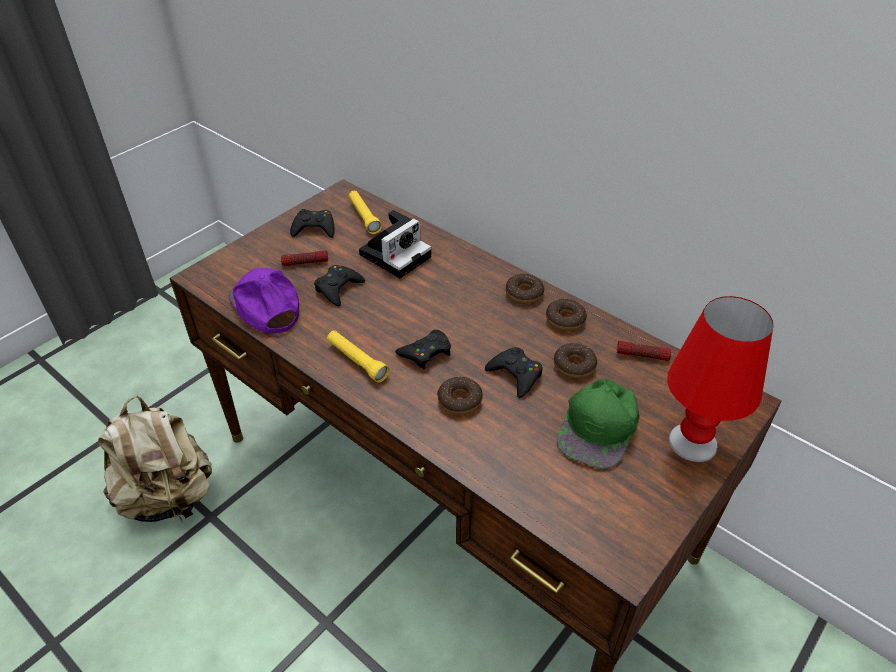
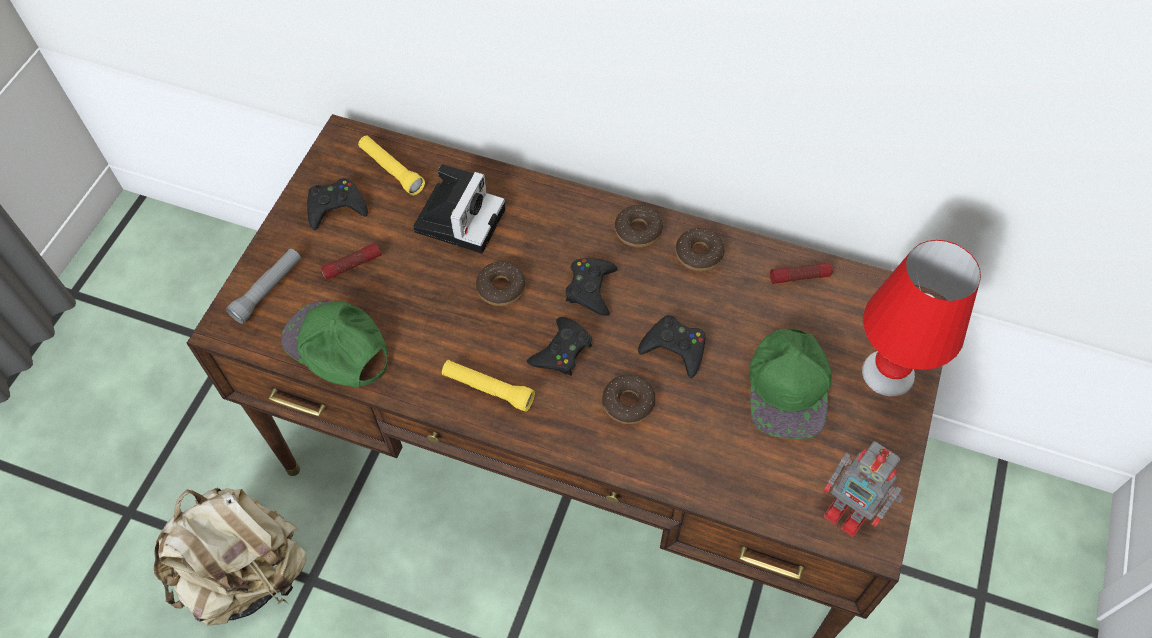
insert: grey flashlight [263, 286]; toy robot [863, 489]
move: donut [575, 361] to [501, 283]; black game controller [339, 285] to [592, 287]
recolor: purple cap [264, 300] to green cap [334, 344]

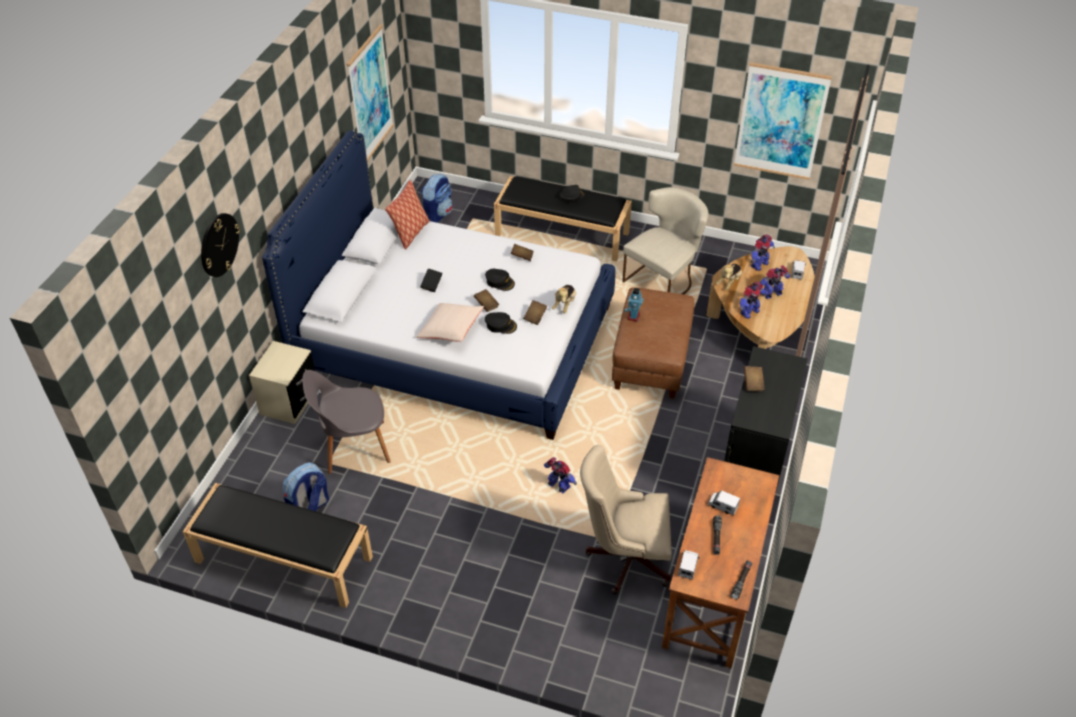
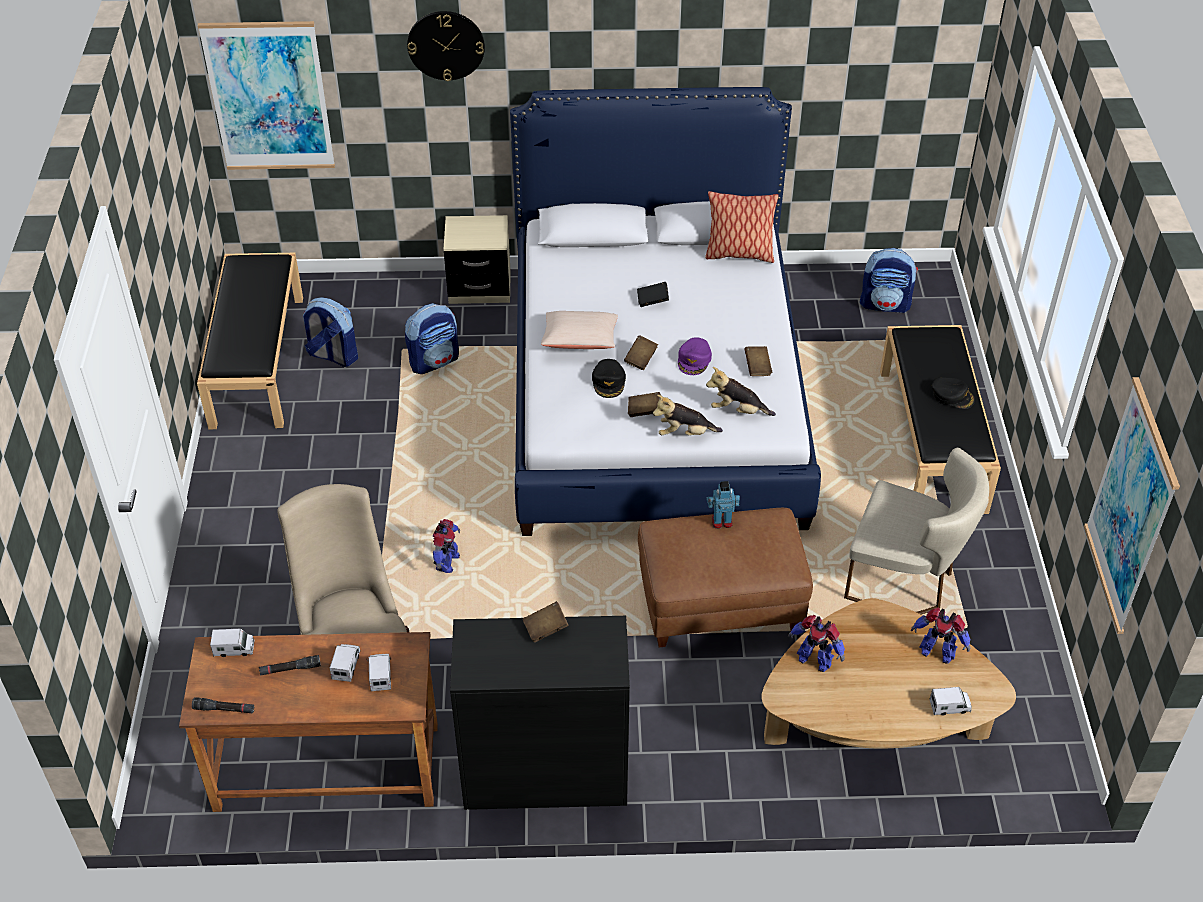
delete: toy robot [775, 282]
insert: toy truck [379, 672]
move: picture [370, 93] to [266, 95]; plush toy [729, 277] to [741, 391]
replace: grey chair [346, 422] to backpack [432, 338]
recolor: black cap [500, 280] to purple cap [695, 356]

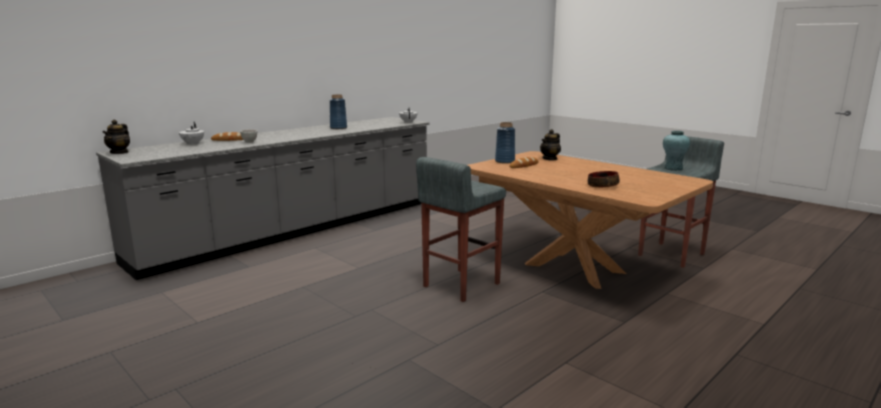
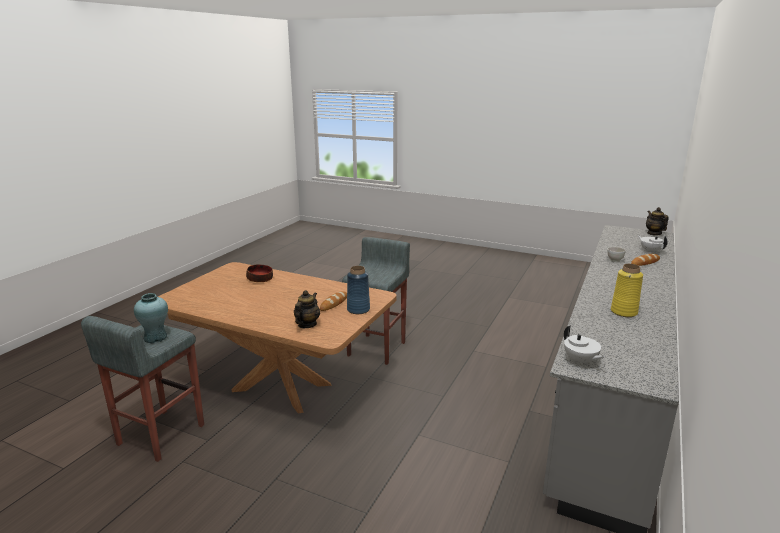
recolor: blue vase [338, 112] to yellow vase [627, 290]

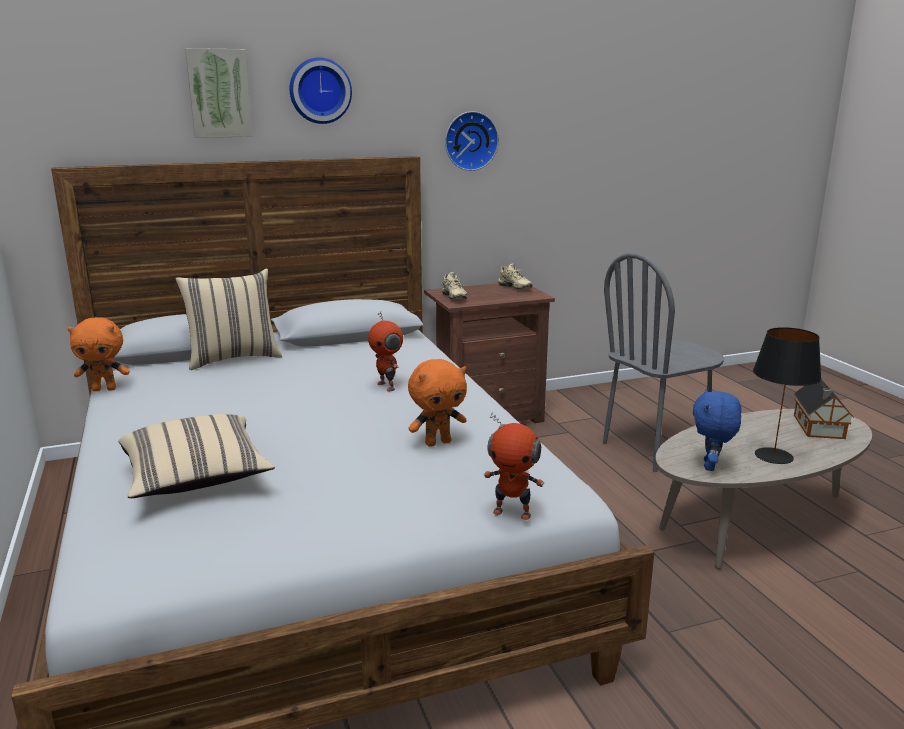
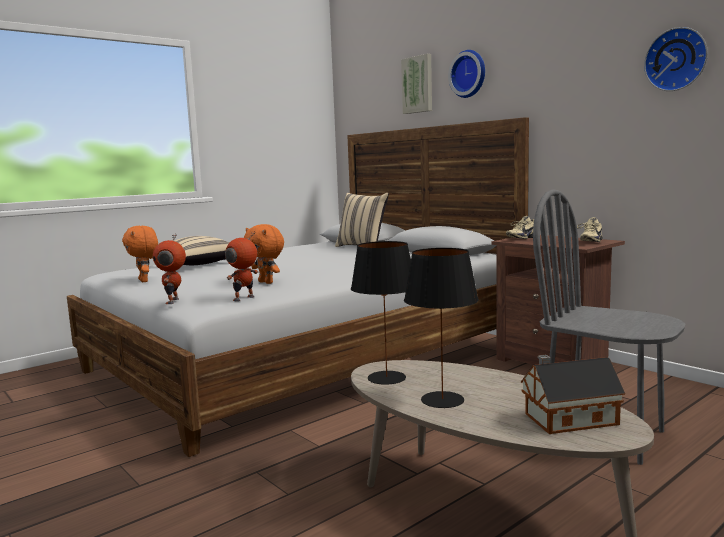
move: orange plush toy [99, 354] to [140, 254]; toy robot [385, 351] to [242, 266]; wall clock [472, 141] to [676, 59]
replace: blue plush toy [717, 430] to black table lamp [381, 313]

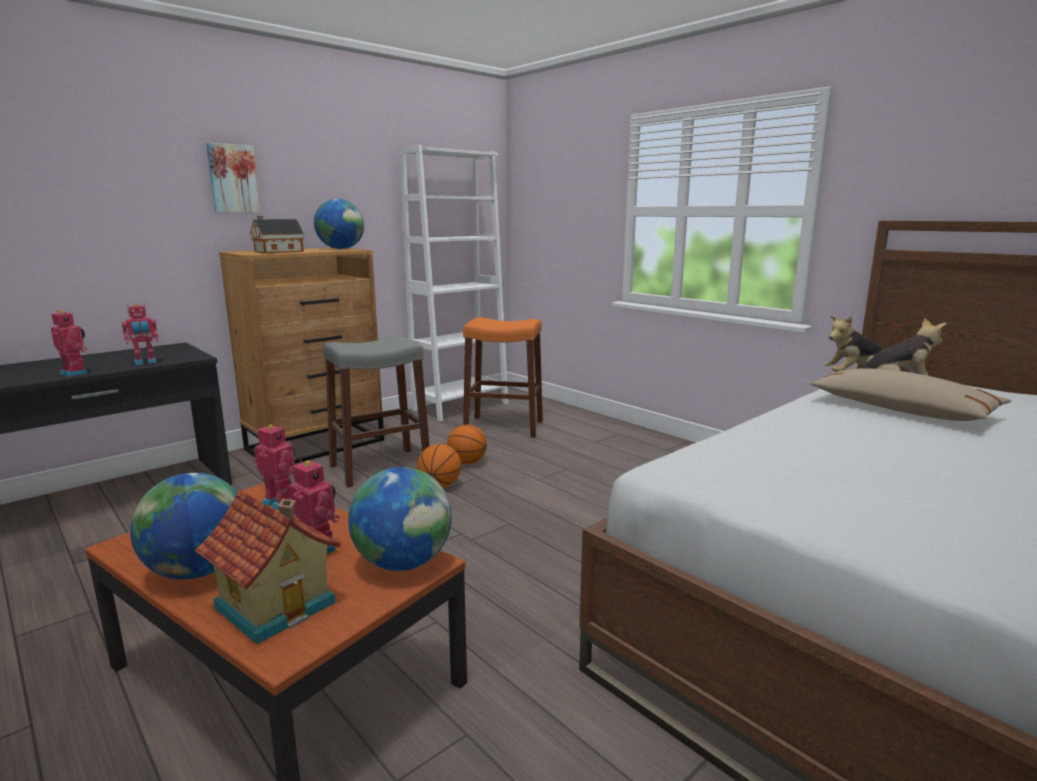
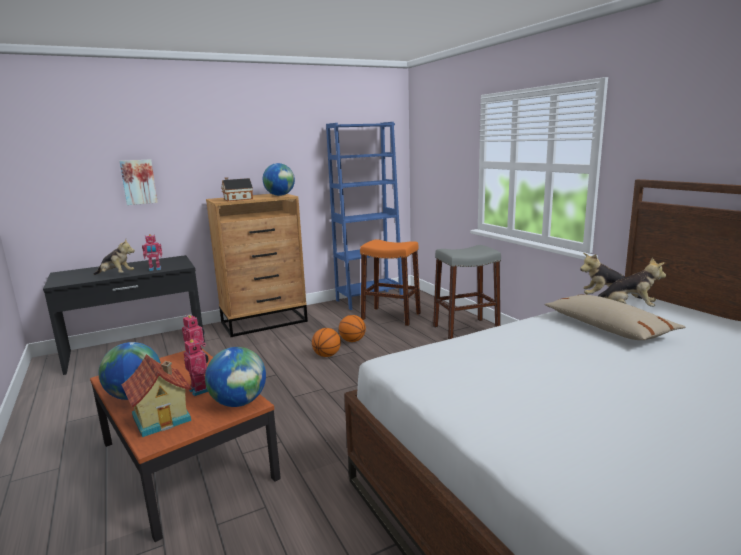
move: picture [233, 177] to [139, 182]; grey stool [376, 411] to [467, 292]
replace: toy robot [69, 343] to plush toy [114, 257]
recolor: white bookcase [453, 283] to blue bookcase [364, 216]

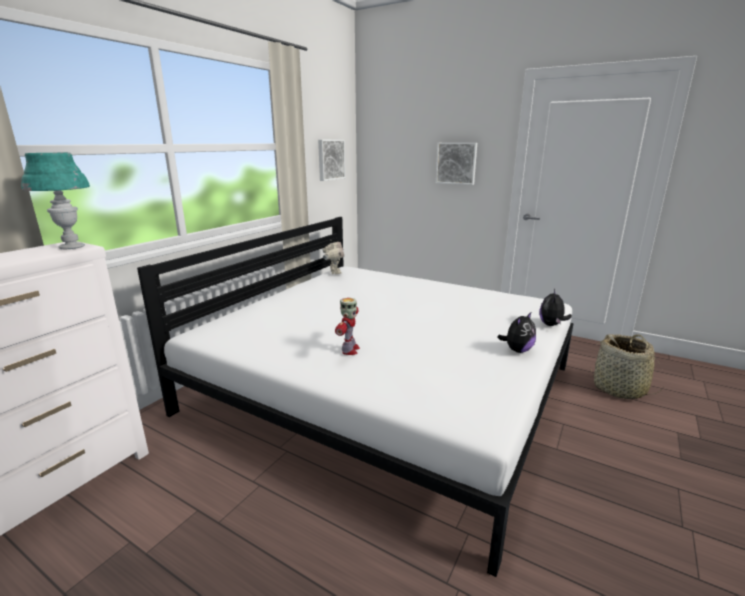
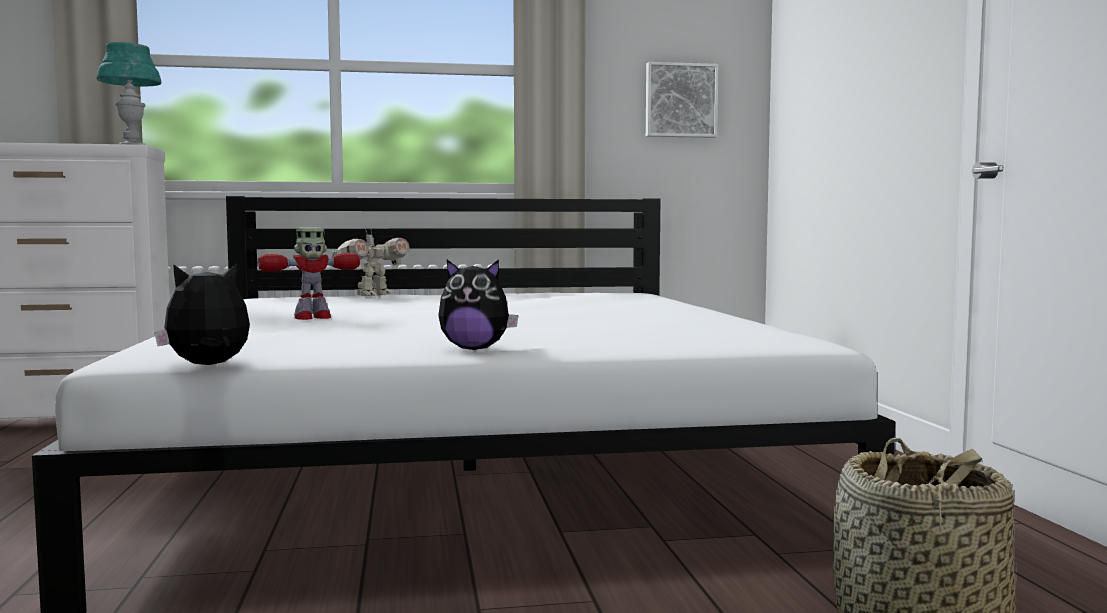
delete: picture [456, 164]
move: plush toy [555, 307] to [202, 314]; toy robot [333, 258] to [370, 262]

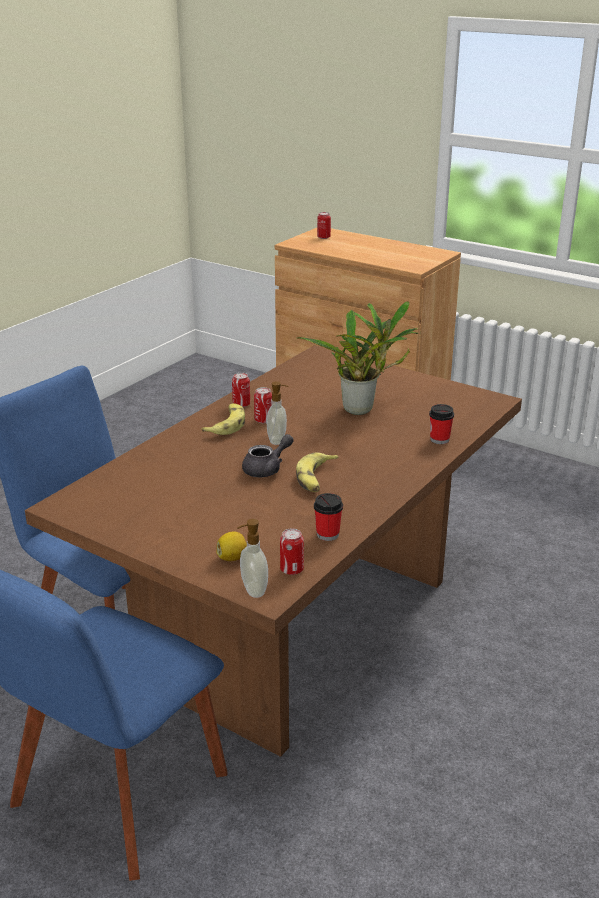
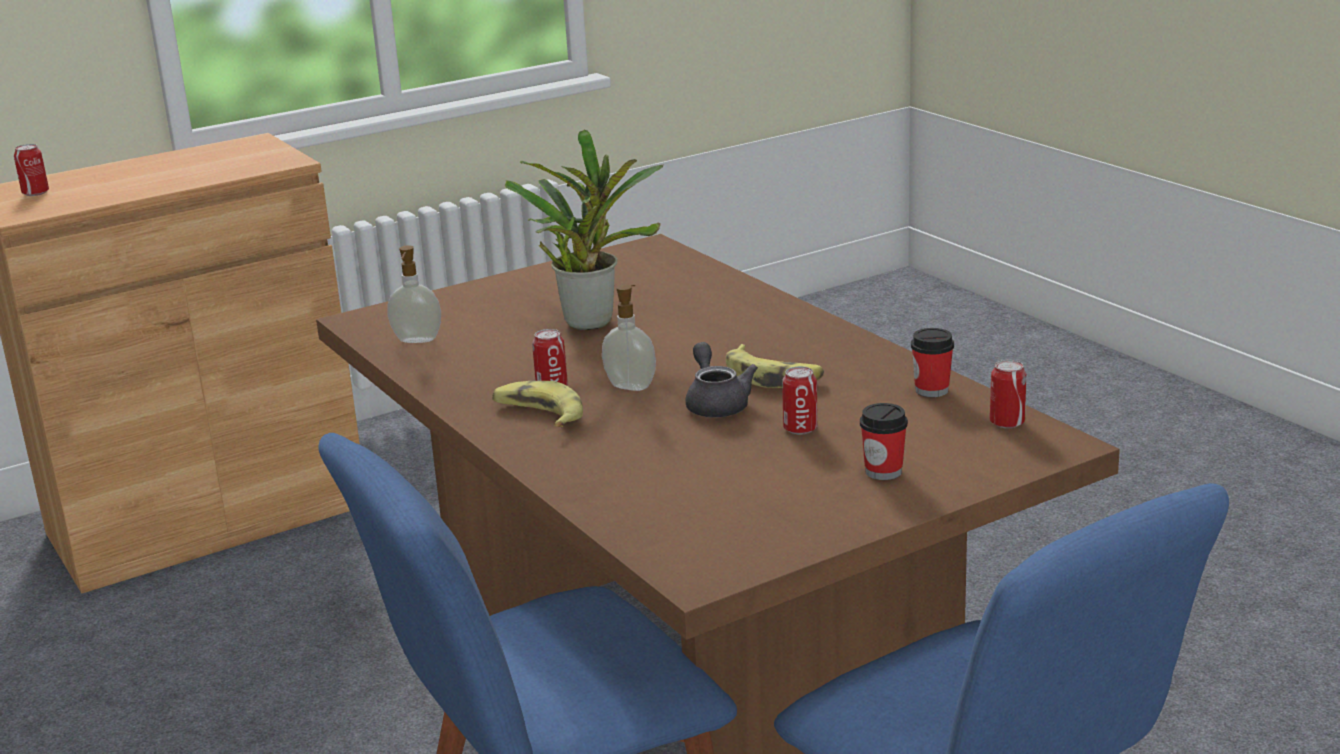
delete: lemon [231, 546]
move: soap dispenser [252, 558] to [414, 294]; can [241, 390] to [800, 400]; cup [441, 424] to [884, 441]

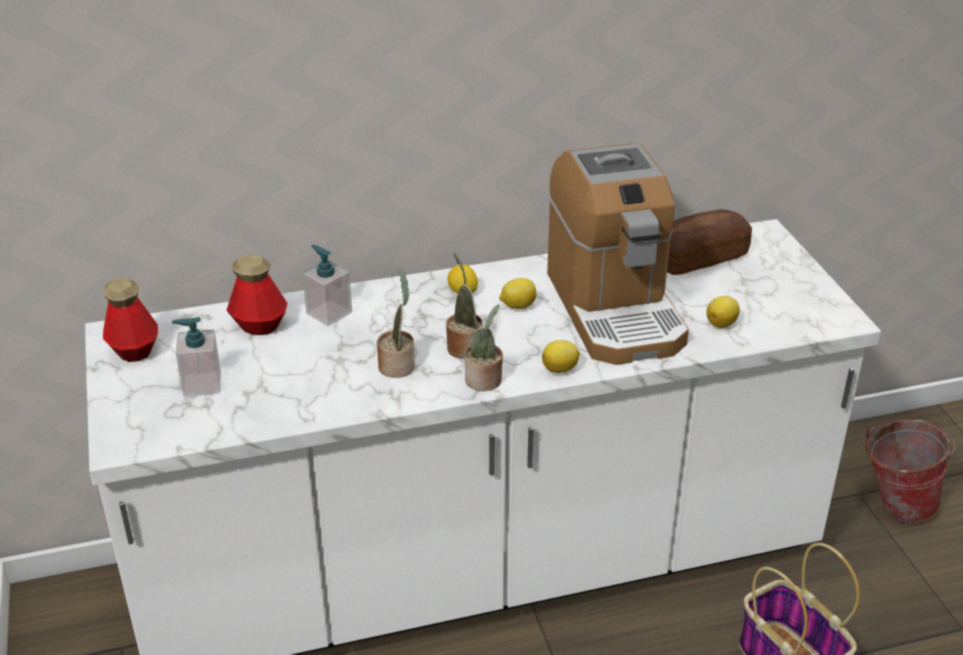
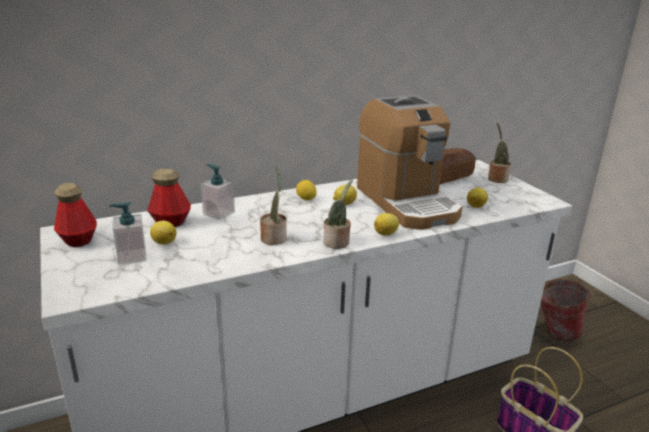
insert: lemon [163, 233]
move: potted plant [464, 306] to [499, 152]

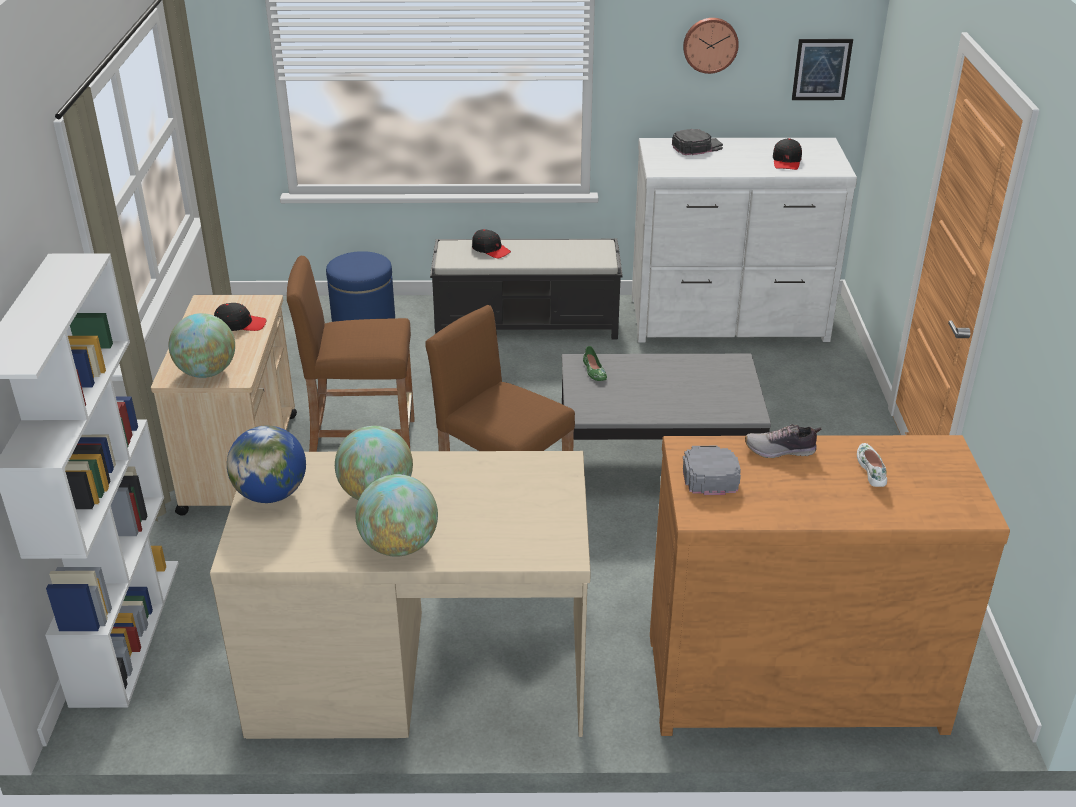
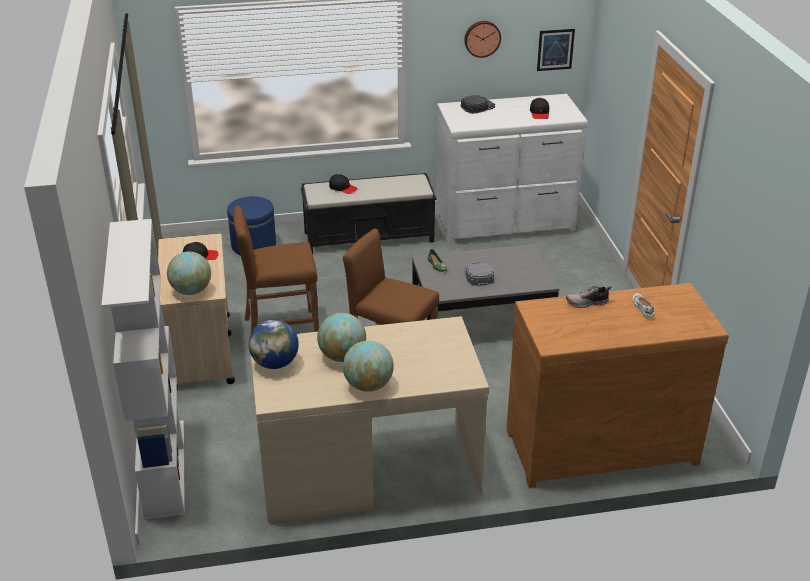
move: grey cap [712, 470] to [479, 274]

